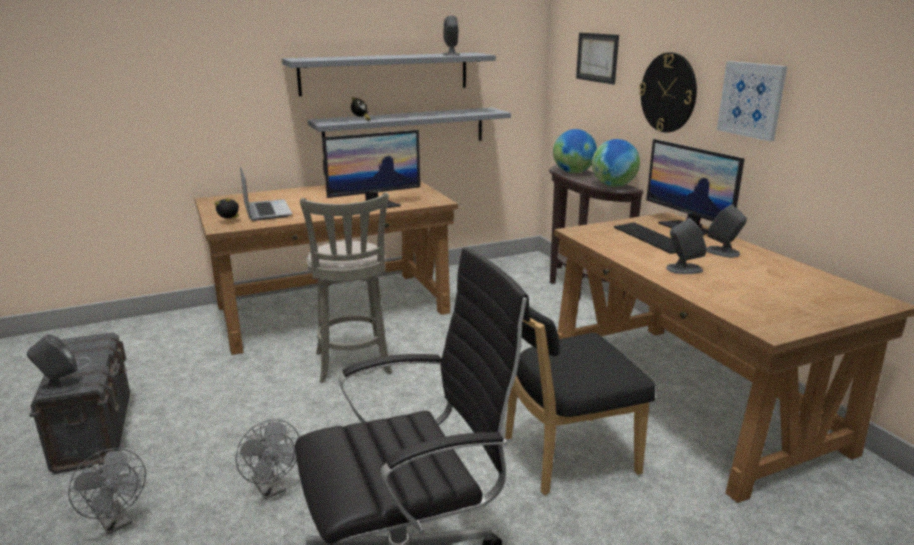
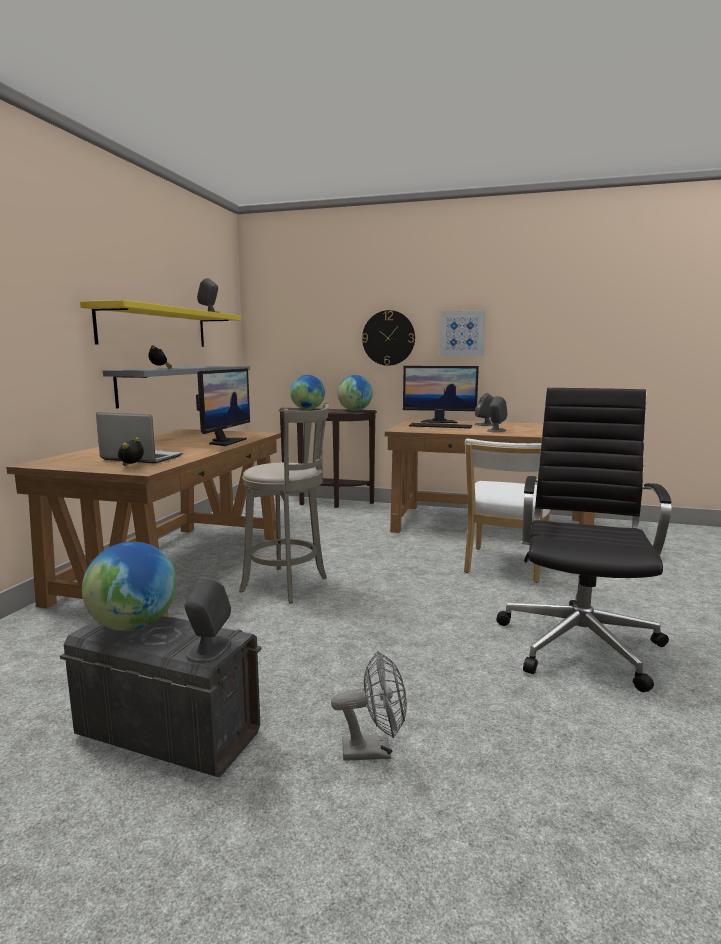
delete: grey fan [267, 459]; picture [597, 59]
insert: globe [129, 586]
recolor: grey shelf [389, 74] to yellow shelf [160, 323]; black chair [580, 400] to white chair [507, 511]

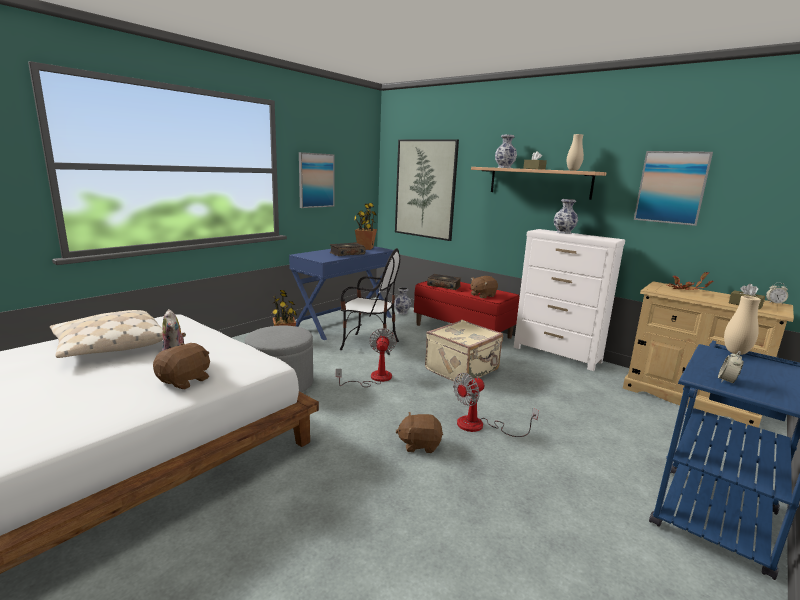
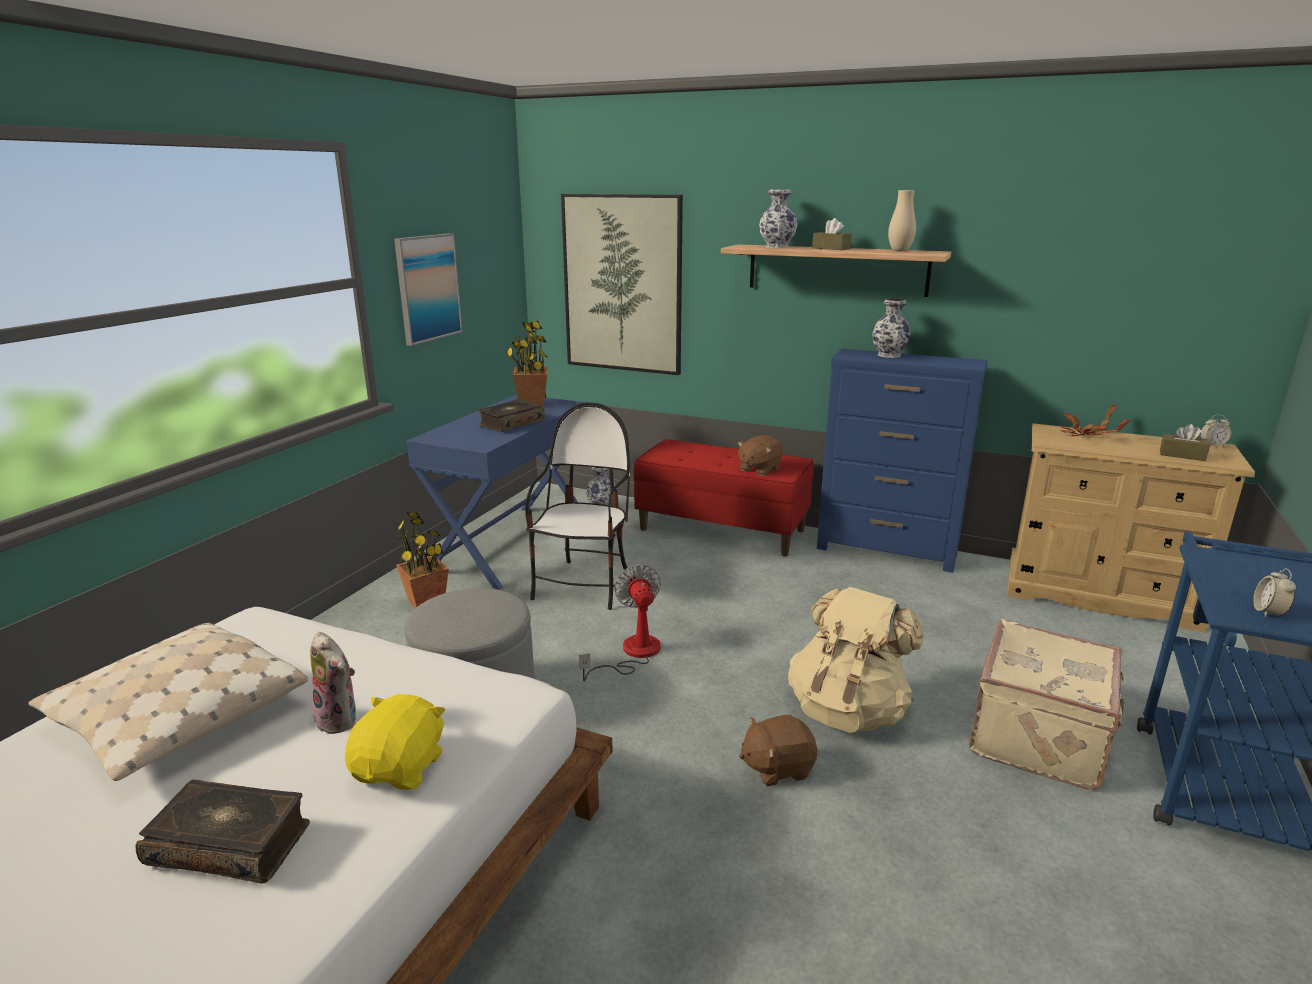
delete: picture [673, 188]; beige vase [742, 325]
move: book [444, 282] to [223, 831]; beige suitcase [464, 352] to [1047, 704]
replace: fan [496, 405] to beige backpack [856, 660]
recolor: brown plush toy [181, 366] to yellow plush toy [395, 742]; white dresser [569, 300] to blue dresser [902, 461]
rotate: chair [370, 301] = [577, 506] 75 degrees counterclockwise

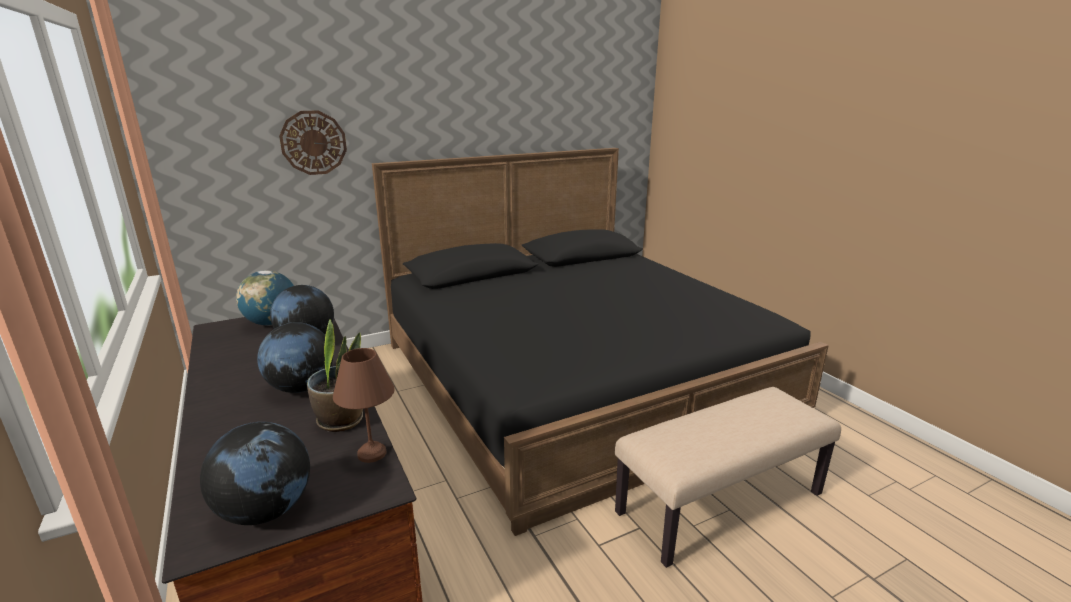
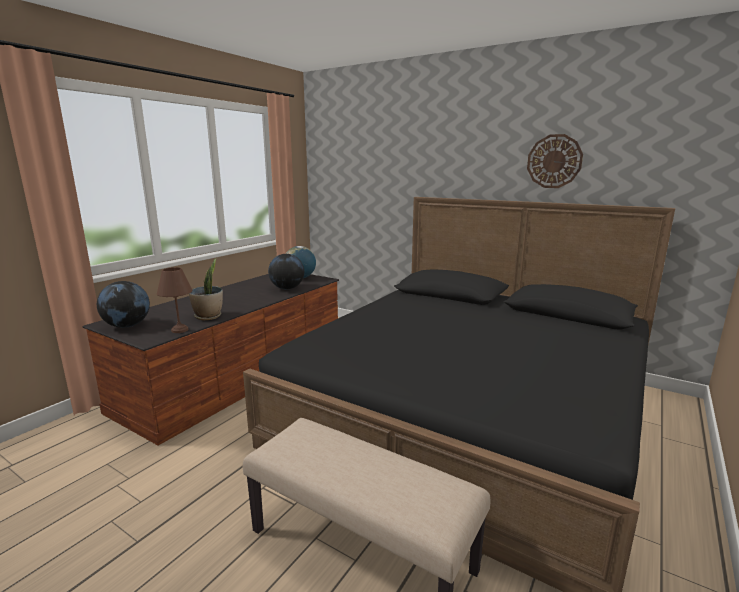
delete: globe [295, 357]
move: wall clock [313, 142] to [555, 161]

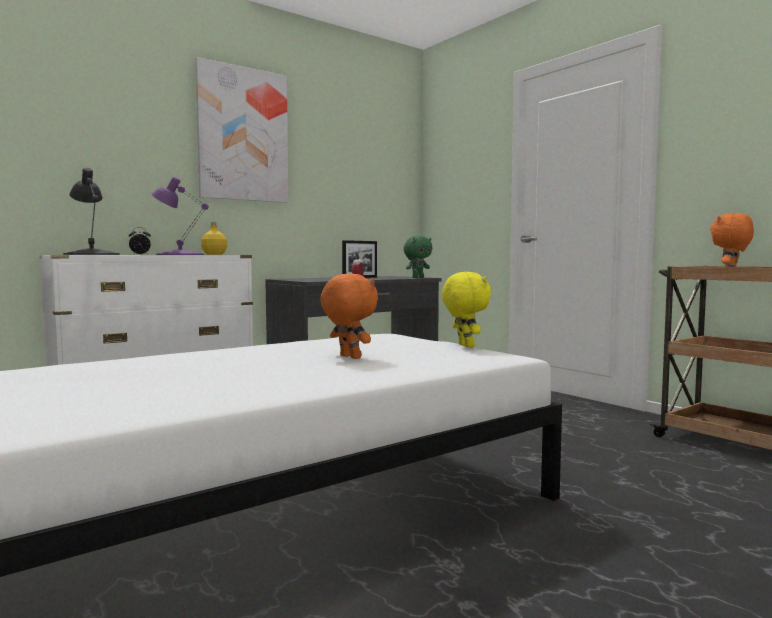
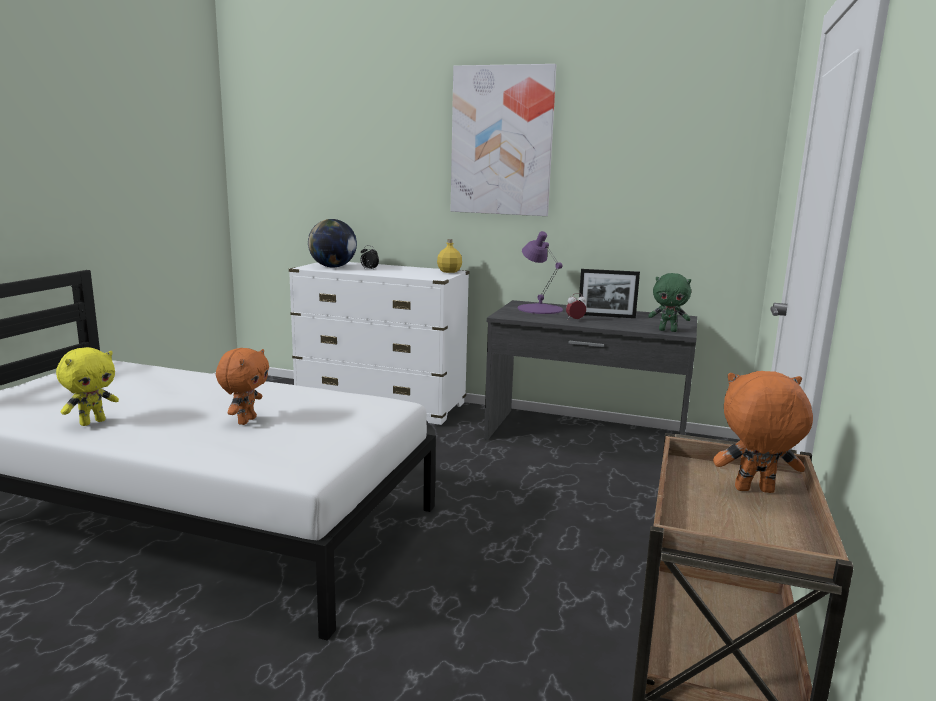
move: yellow plush toy [466, 310] to [87, 386]; purple table lamp [180, 216] to [540, 272]
replace: black table lamp [91, 211] to globe [332, 243]

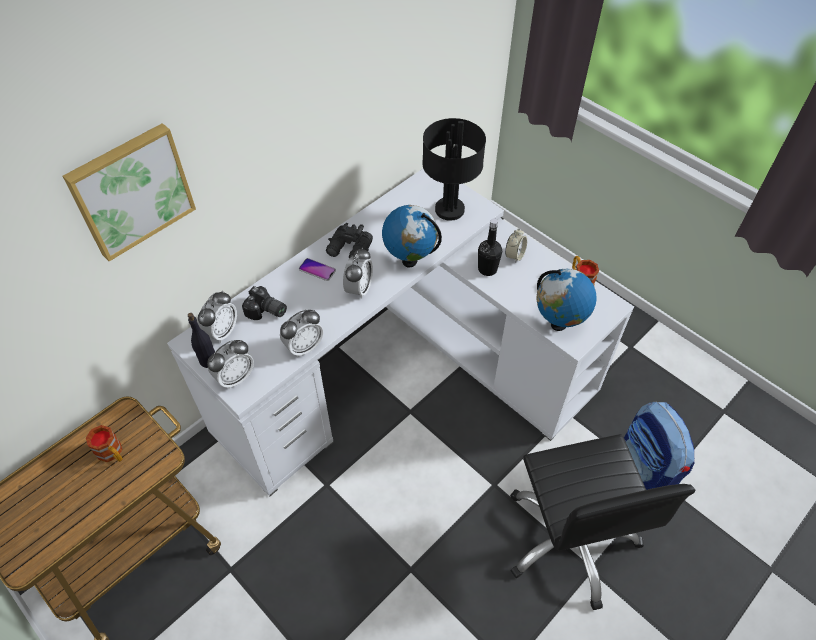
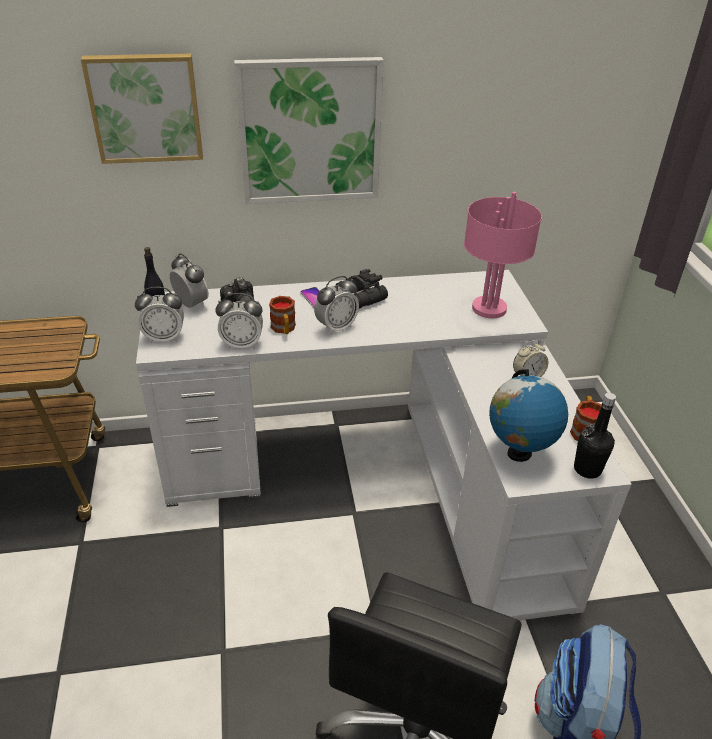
delete: globe [412, 236]
insert: picture [309, 130]
move: mug [104, 443] to [282, 315]; black bottle [490, 247] to [595, 436]
recolor: black table lamp [454, 169] to pink table lamp [503, 255]
rotate: alarm clock [217, 317] = [189, 281] 105 degrees counterclockwise

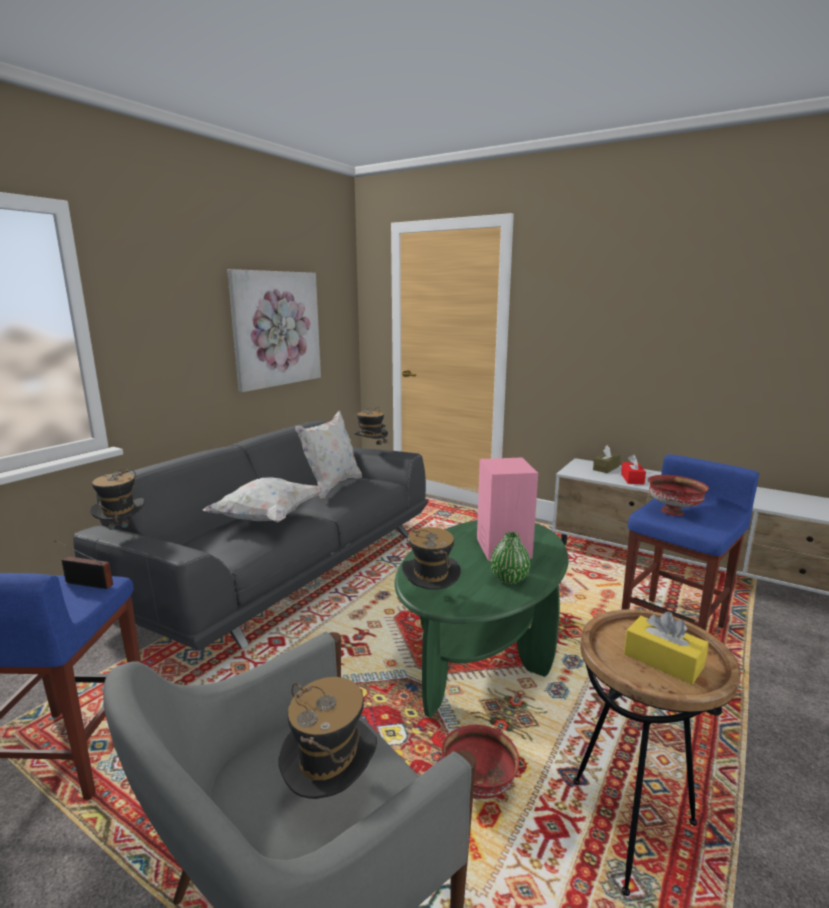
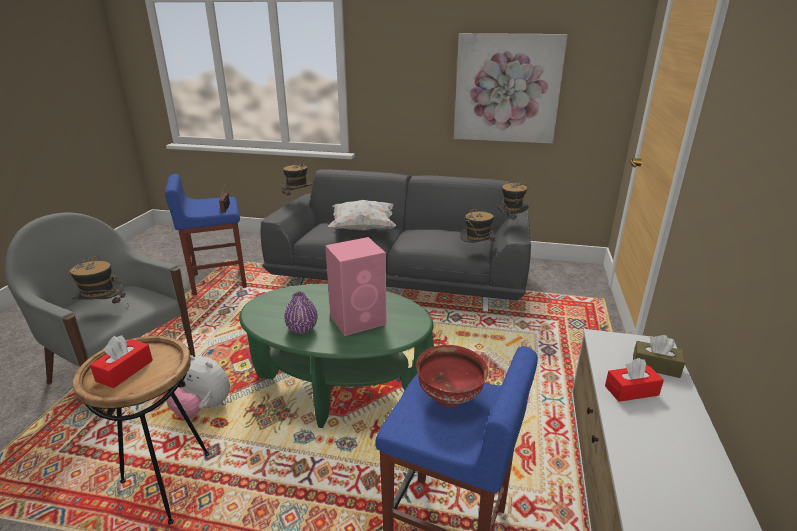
delete: white pillow [328, 455]
move: hat [431, 558] to [478, 227]
replace: red bowl [481, 762] to plush toy [198, 386]
recolor: yellow tissue box [666, 647] to red tissue box [121, 362]; green vase [510, 558] to purple vase [301, 312]

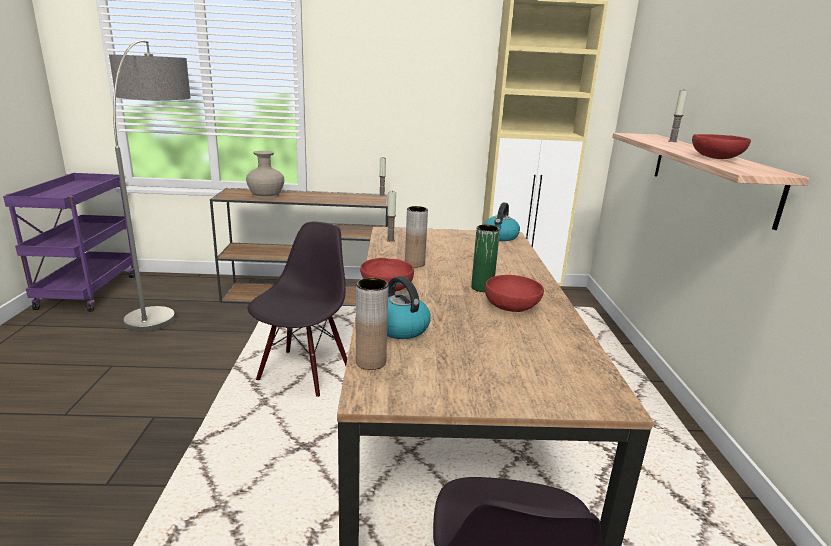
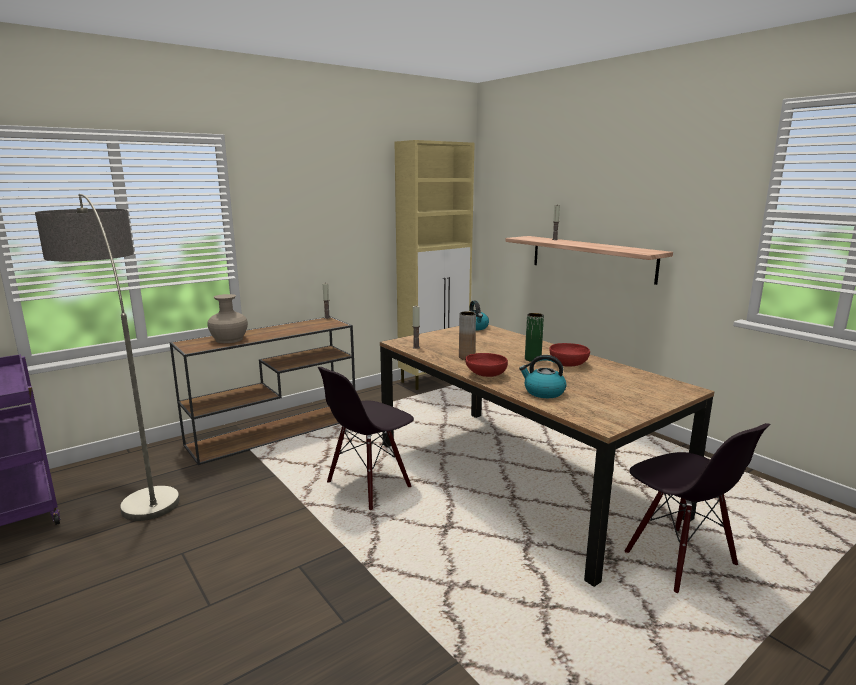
delete: brown vase [372, 324]; red bowl [721, 146]
rotate: black chair [297, 309] = [366, 438] 120 degrees counterclockwise

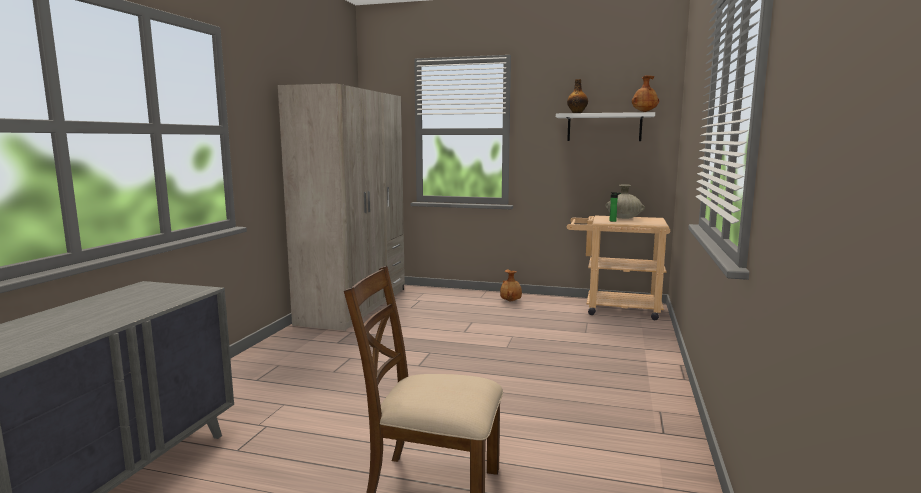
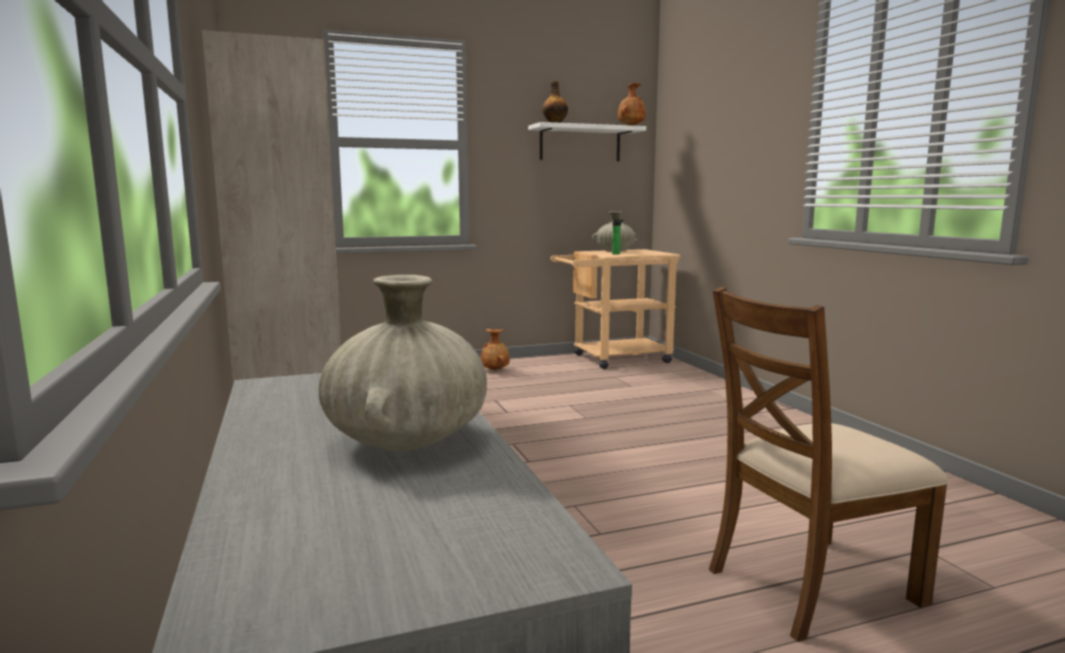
insert: beige vase [402, 363]

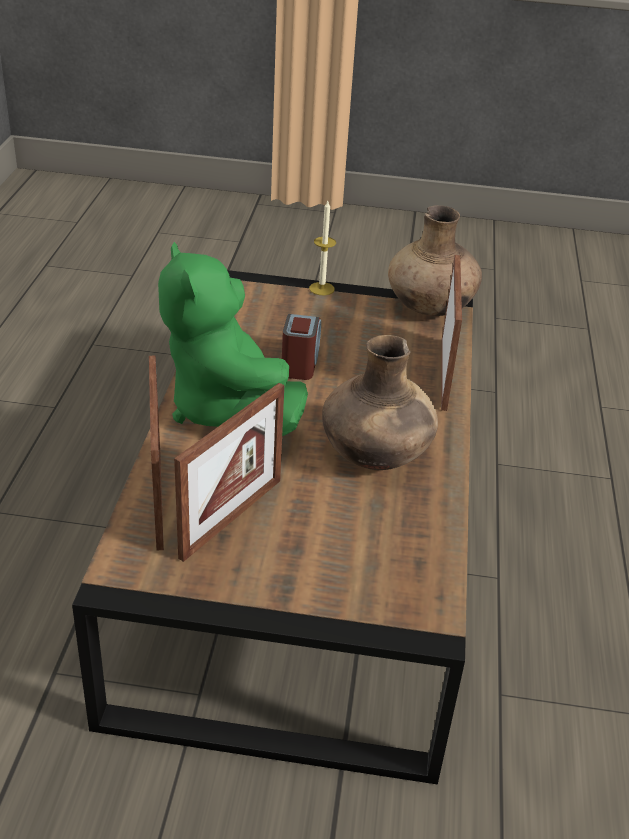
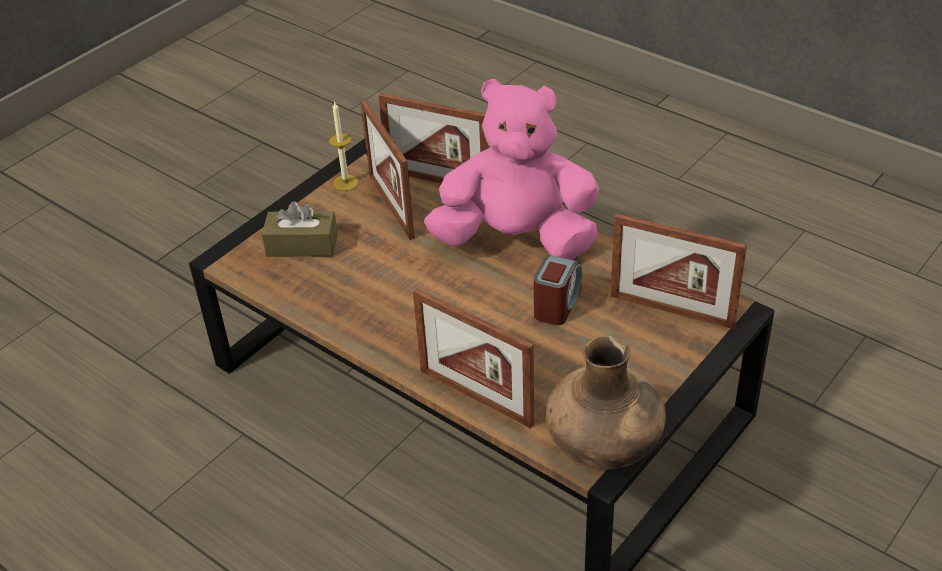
delete: brown vase [380, 402]
insert: brown tissue box [300, 229]; picture frame [678, 271]
move: candle [322, 248] to [344, 146]
recolor: green plush toy [233, 339] to pink plush toy [511, 169]
rotate: alarm clock [301, 347] = [558, 290] 105 degrees counterclockwise

